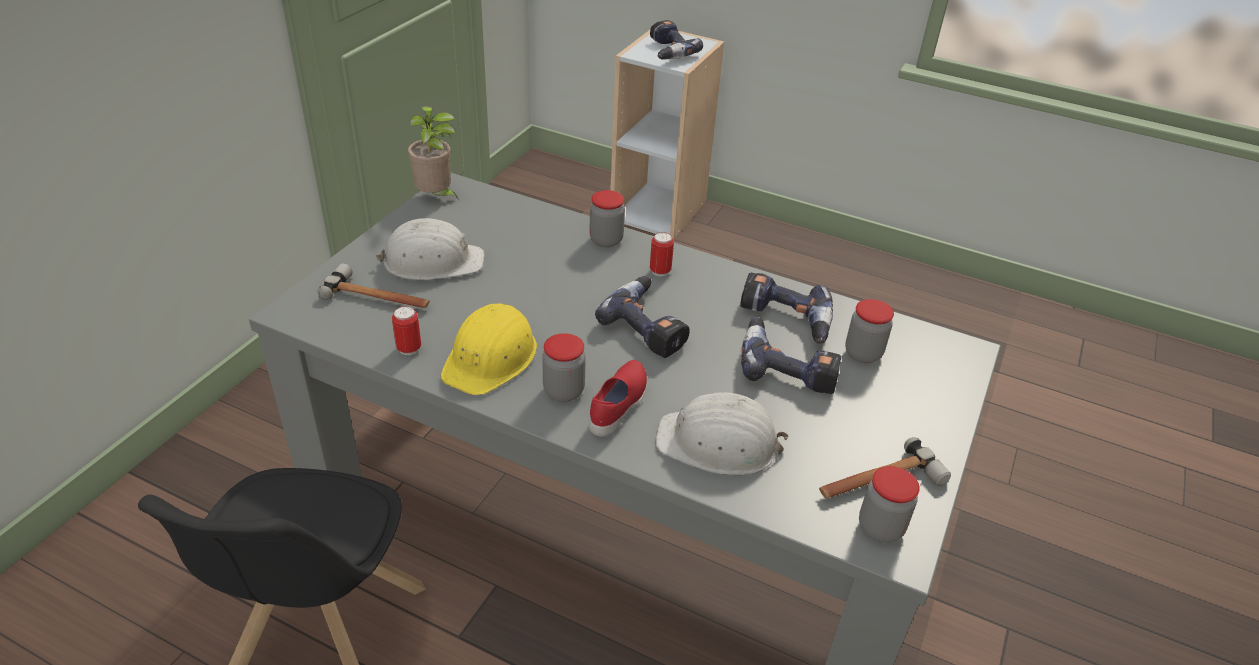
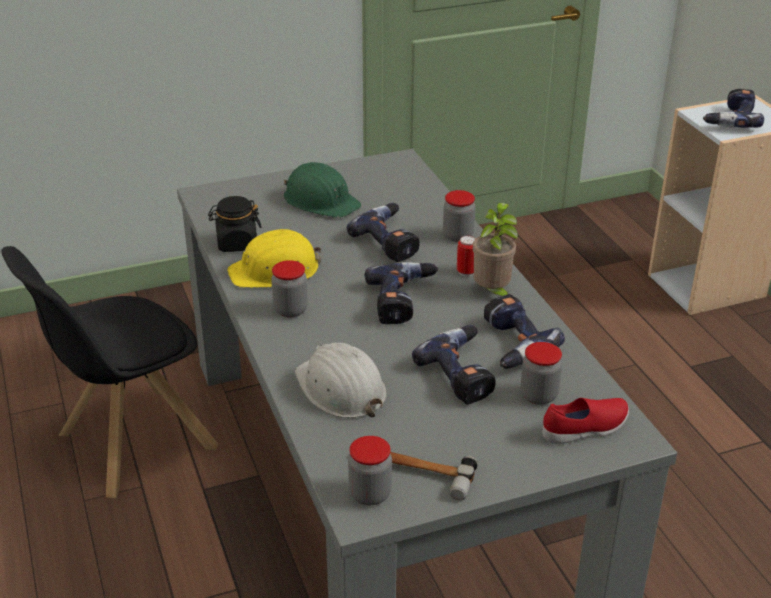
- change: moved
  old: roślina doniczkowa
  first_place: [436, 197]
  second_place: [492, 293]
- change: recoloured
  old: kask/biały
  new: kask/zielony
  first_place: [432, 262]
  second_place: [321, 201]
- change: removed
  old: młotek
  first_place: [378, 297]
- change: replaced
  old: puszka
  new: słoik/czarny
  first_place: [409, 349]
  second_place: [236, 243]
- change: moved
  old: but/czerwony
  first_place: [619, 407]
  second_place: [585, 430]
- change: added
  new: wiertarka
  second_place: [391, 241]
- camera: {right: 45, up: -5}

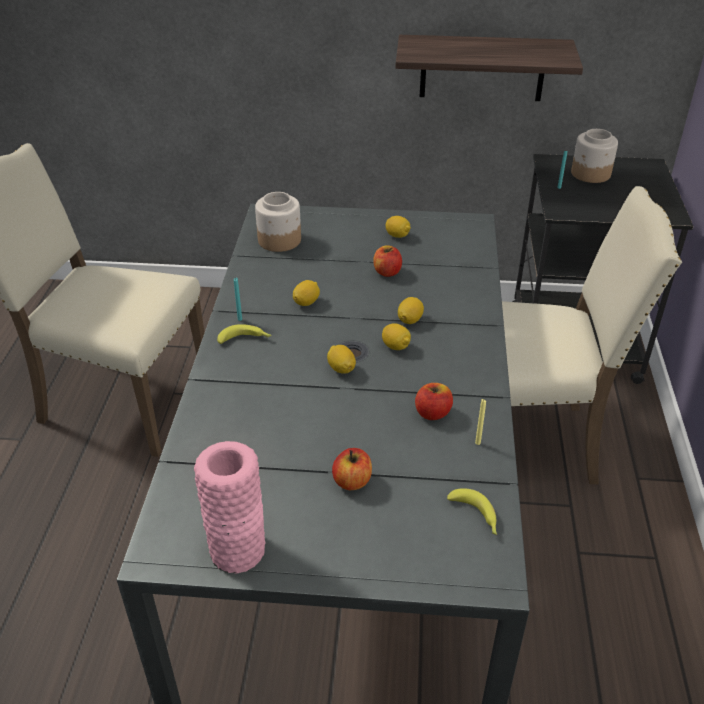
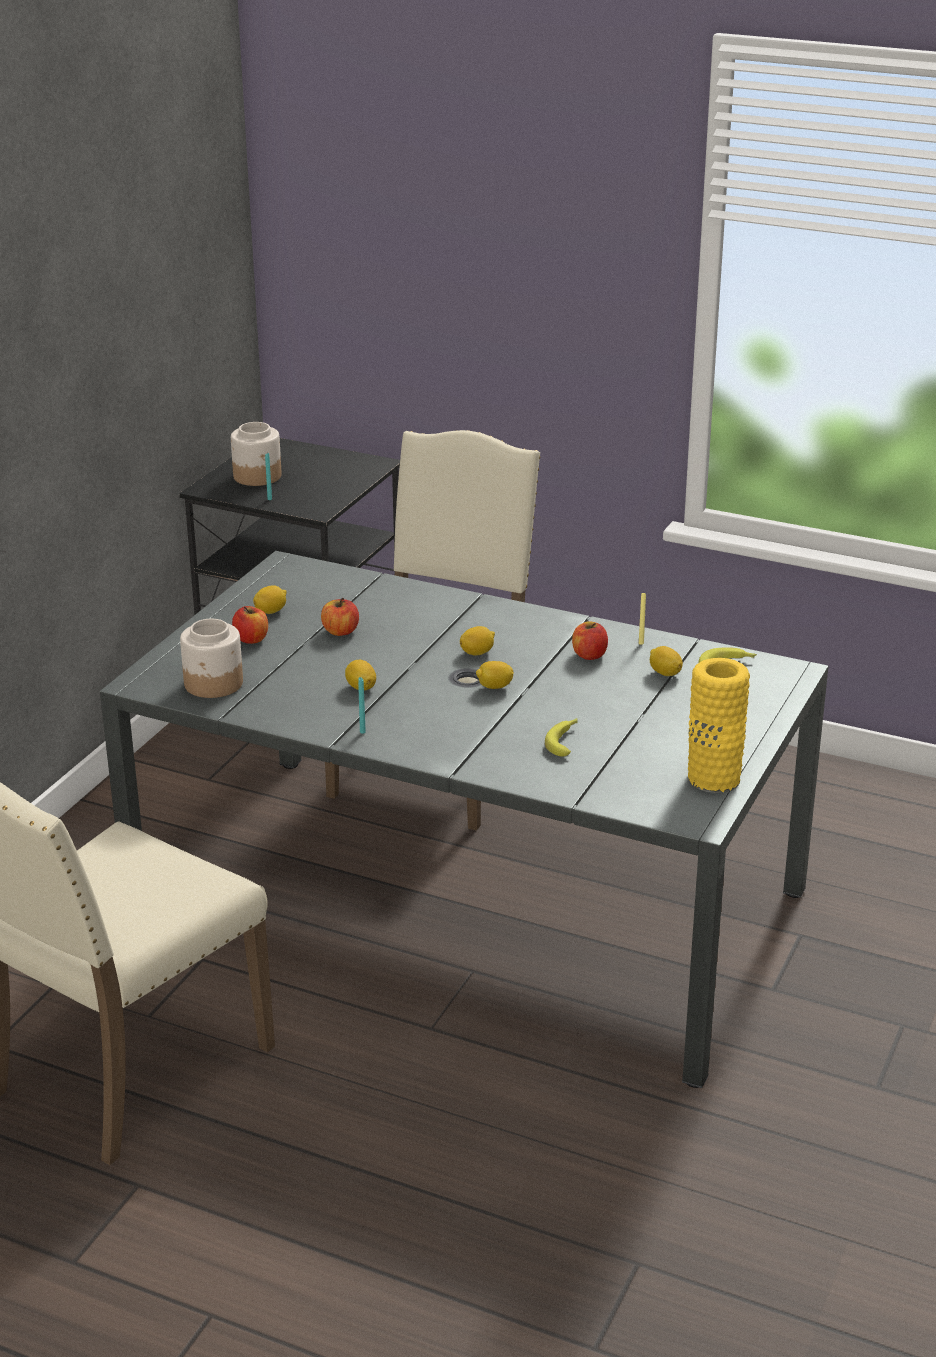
- change: removed
  old: półka
  first_place: [482, 68]
- change: moved
  old: cytryna
  first_place: [410, 320]
  second_place: [665, 673]
- change: moved
  old: banan
  first_place: [245, 339]
  second_place: [565, 741]
- change: recoloured
  old: wazon/różowy
  new: wazon/żółty
  first_place: [238, 550]
  second_place: [713, 778]
- change: moved
  old: jabłko
  first_place: [352, 481]
  second_place: [251, 639]
- camera: {right: -70, up: -10}

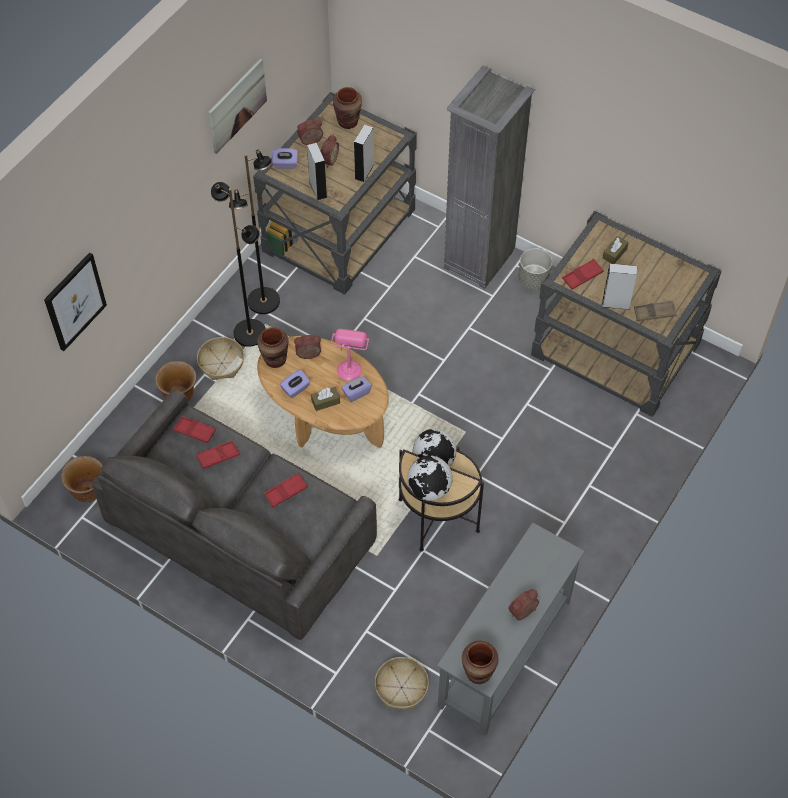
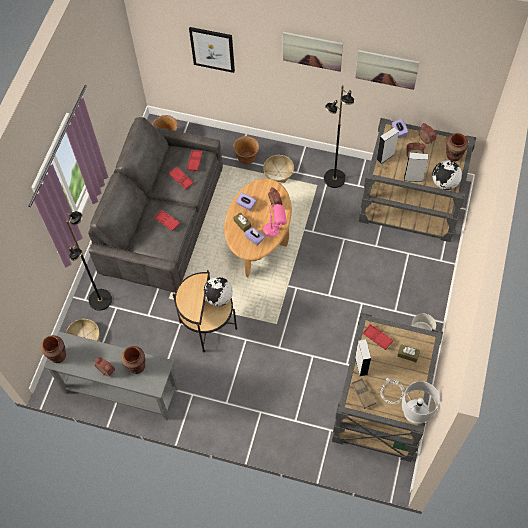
- change: removed
  old: szafka/szary
  first_place: [479, 260]
- change: moved
  old: lampa stojąca/czarny
  first_place: [250, 332]
  second_place: [101, 300]
- change: moved
  old: wazon/brązowy
  first_place: [275, 359]
  second_place: [136, 366]
- change: moved
  old: globus
  first_place: [429, 489]
  second_place: [444, 183]
- change: added
  new: obraz
  second_place: [312, 51]
- change: added
  new: lampa stołowa/biały
  second_place: [406, 405]
- camera: {right: 75, up: 5}

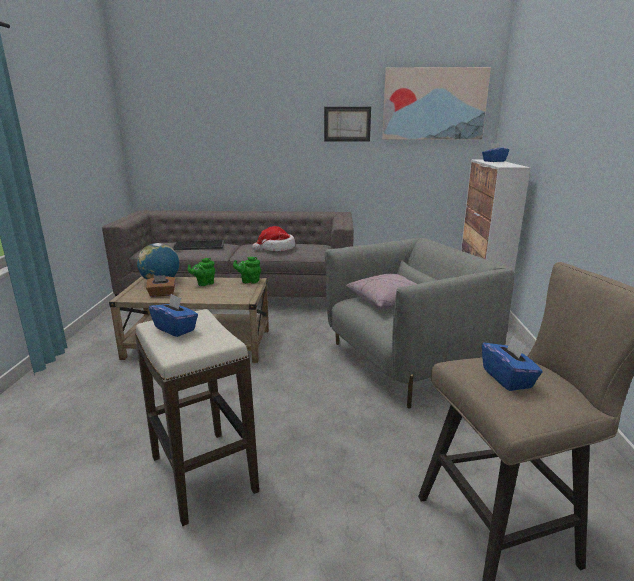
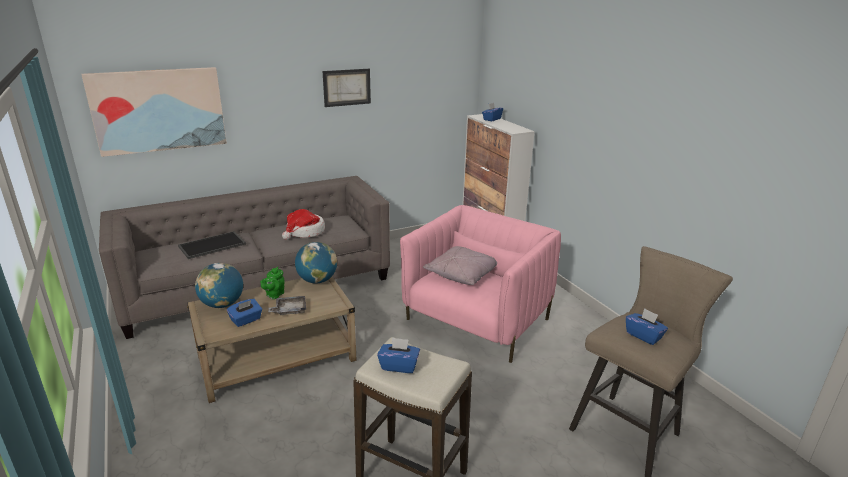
- change: moved
  old: obraz
  first_place: [434, 104]
  second_place: [159, 110]
- change: recoloured
  old: fotel/szary
  new: fotel/różowy
  first_place: [406, 362]
  second_place: [477, 320]
- change: replaced
  old: imbryk/zielony
  new: globus
  first_place: [249, 281]
  second_place: [317, 280]
- change: recoloured
  old: pudełko chusteczek/brązowy
  new: pudełko chusteczek/niebieski
  first_place: [162, 294]
  second_place: [246, 320]
- change: added
  new: taca/szary
  second_place: [289, 310]
- camera: {right: -30, up: 5}

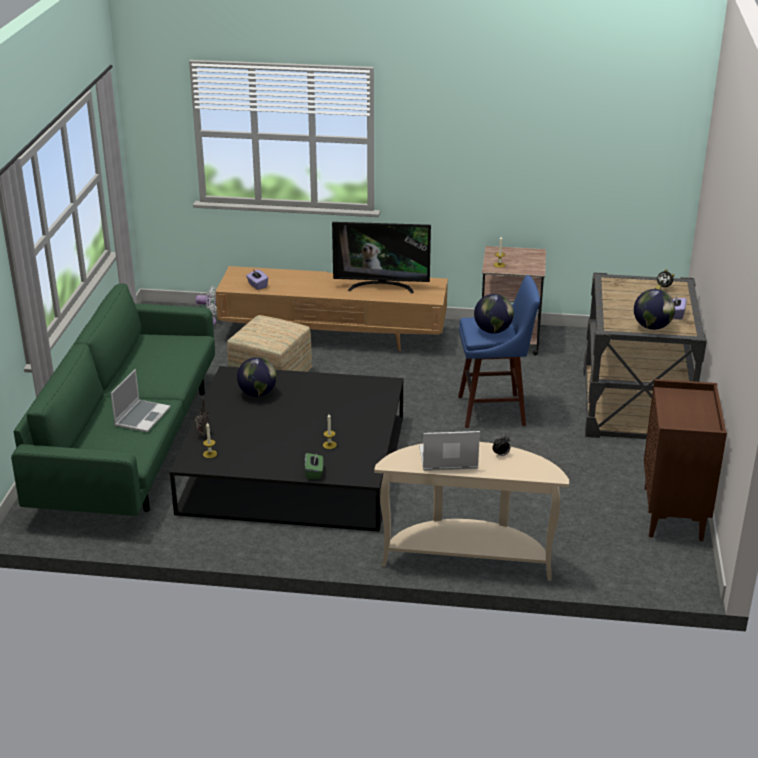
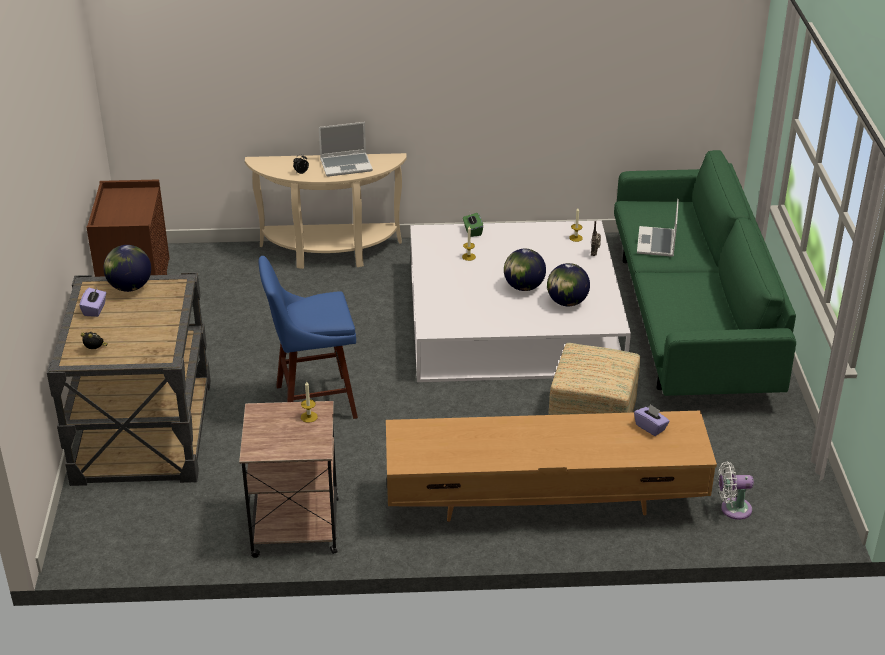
- change: removed
  old: telewizor
  first_place: [381, 286]
- change: moved
  old: globus
  first_place: [493, 331]
  second_place: [524, 287]
- change: recoloured
  old: ława/czarny
  new: ława/biały
  first_place: [294, 463]
  second_place: [513, 318]
- camera: {right: 170, up: 5}

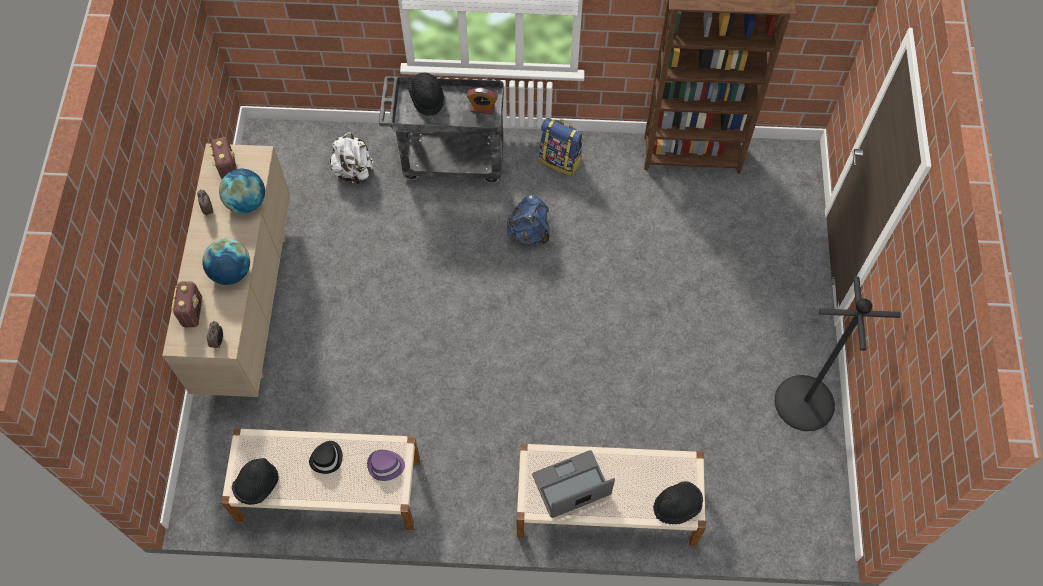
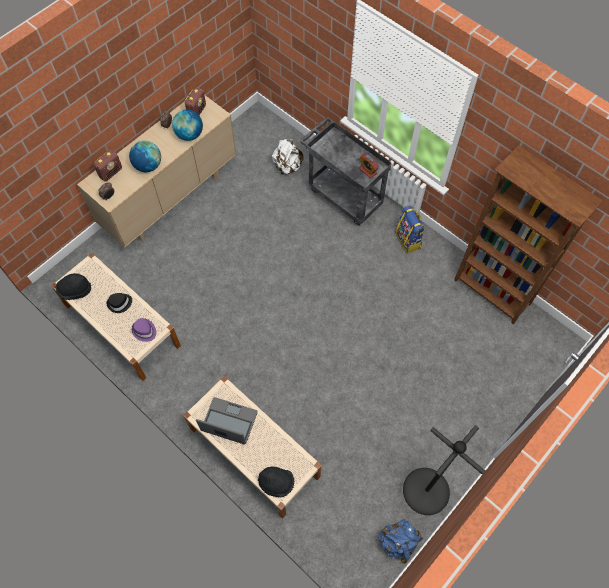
- change: removed
  old: kapelusz/czarny
  first_place: [427, 99]
- change: moved
  old: plecak/niebieski
  first_place: [529, 232]
  second_place: [398, 542]
- camera: {right: 40, up: 0}

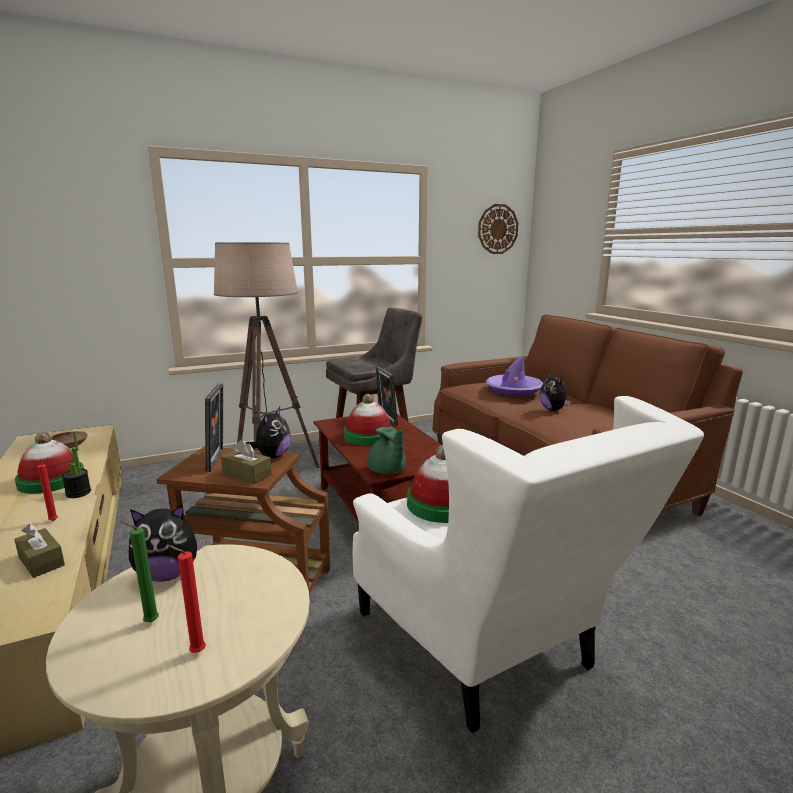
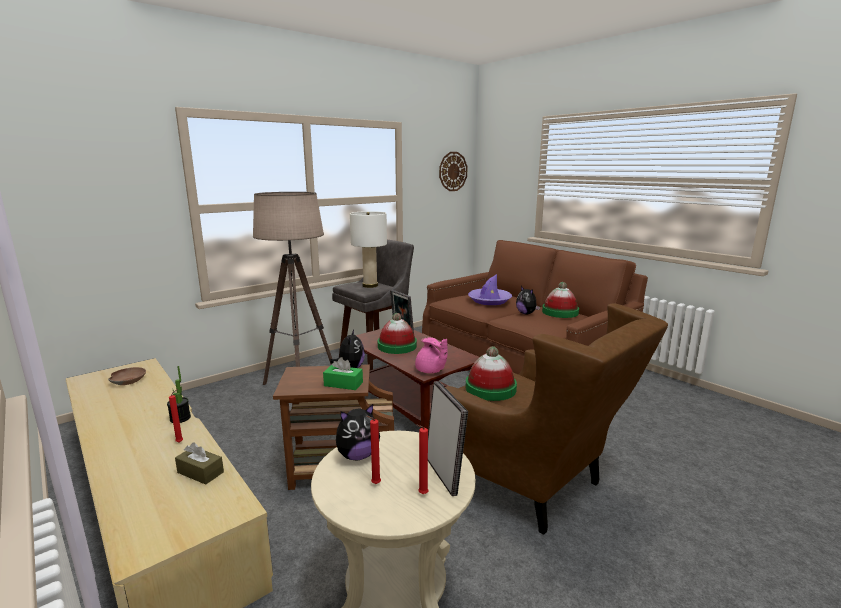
- change: moved
  old: ramka na zdjęcie
  first_place: [218, 460]
  second_place: [444, 474]
- change: recoloured
  old: fotel/biały
  new: fotel/brązowy
  first_place: [490, 648]
  second_place: [531, 484]
- change: recoloured
  old: imbryk/zielony
  new: imbryk/różowy
  first_place: [387, 471]
  second_place: [430, 371]
- change: moved
  old: kapelusz
  first_place: [52, 480]
  second_place: [560, 312]
- change: recoloured
  old: pudełko chusteczek/brązowy
  new: pudełko chusteczek/zielony
  first_place: [247, 474]
  second_place: [343, 384]
- change: recoloured
  old: świeca/zielony
  new: świeca/czerwony
  first_place: [149, 622]
  second_place: [374, 484]
- change: added
  new: lampa stołowa/biały
  second_place: [370, 285]
- camera: {right: -15, up: 0}

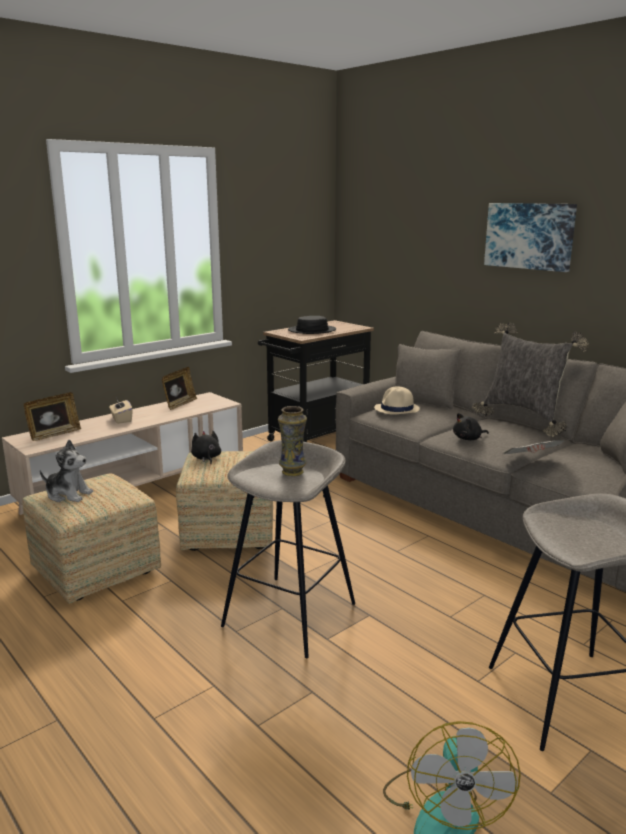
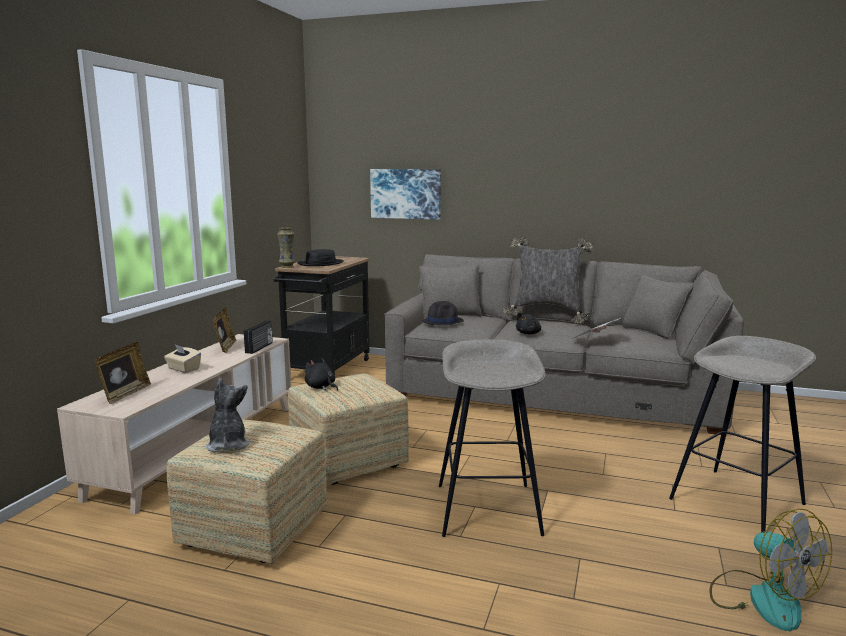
- change: moved
  old: obraz
  first_place: [529, 236]
  second_place: [406, 193]
- change: recoloured
  old: kapelusz/beżowy
  new: kapelusz/czarny
  first_place: [397, 409]
  second_place: [443, 321]
- change: moved
  old: wazon
  first_place: [292, 472]
  second_place: [287, 267]
- change: turned
  old: pluszak
  first_place: [68, 494]
  second_place: [228, 444]
  degrees: -90
- change: added
  new: radio
  second_place: [260, 348]
- camera: {right: -30, up: -5}

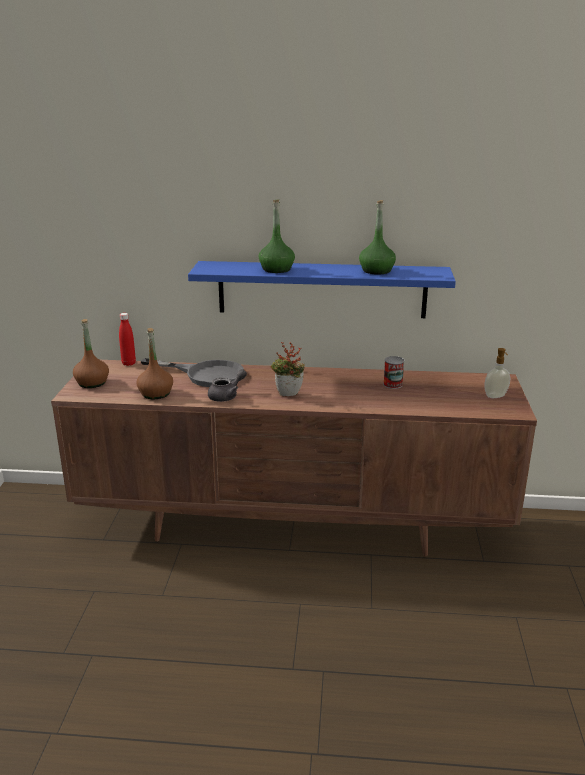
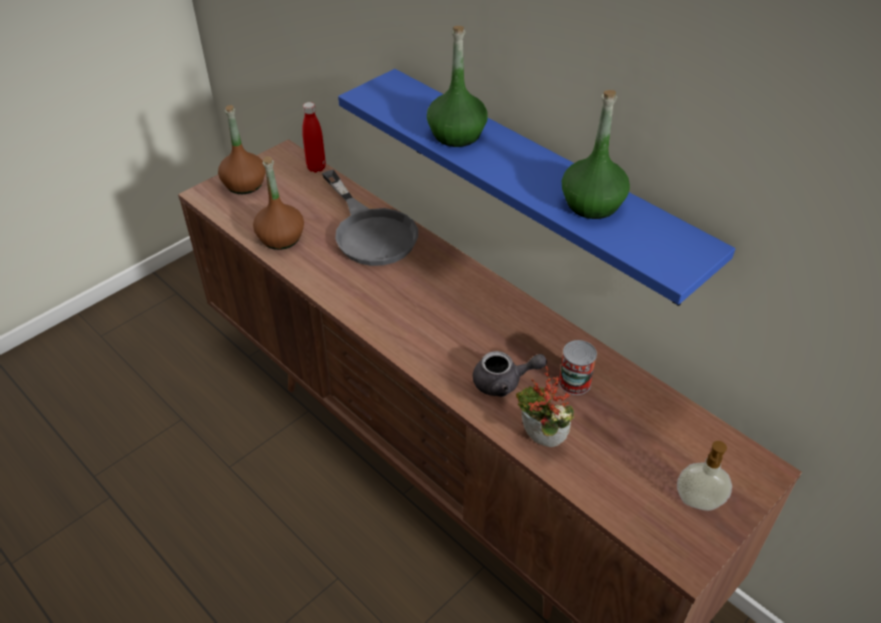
- change: moved
  old: roślina doniczkowa
  first_place: [288, 395]
  second_place: [539, 442]
- change: moved
  old: imbryk/szary
  first_place: [227, 396]
  second_place: [504, 382]
- camera: {right: 40, up: 20}

